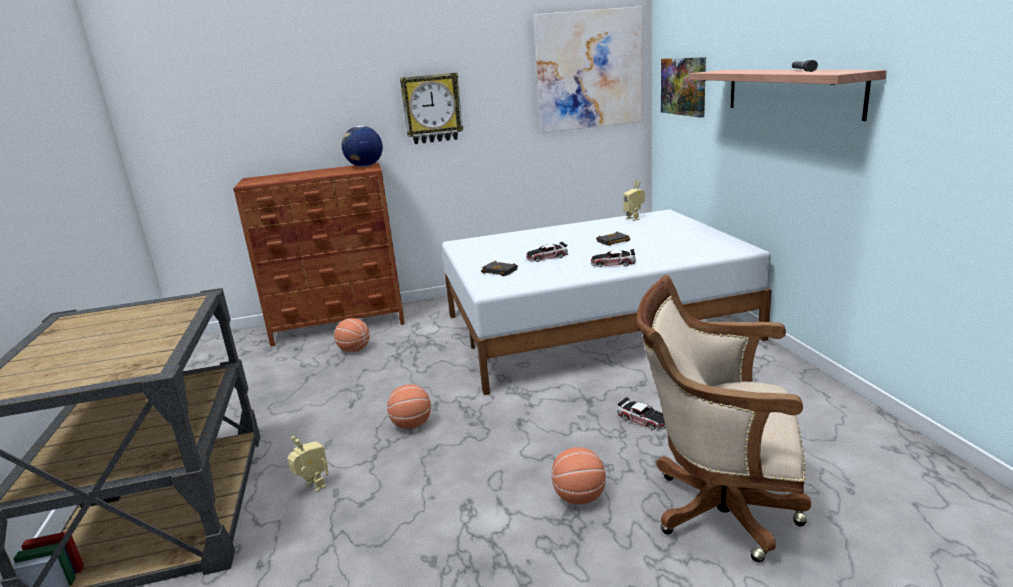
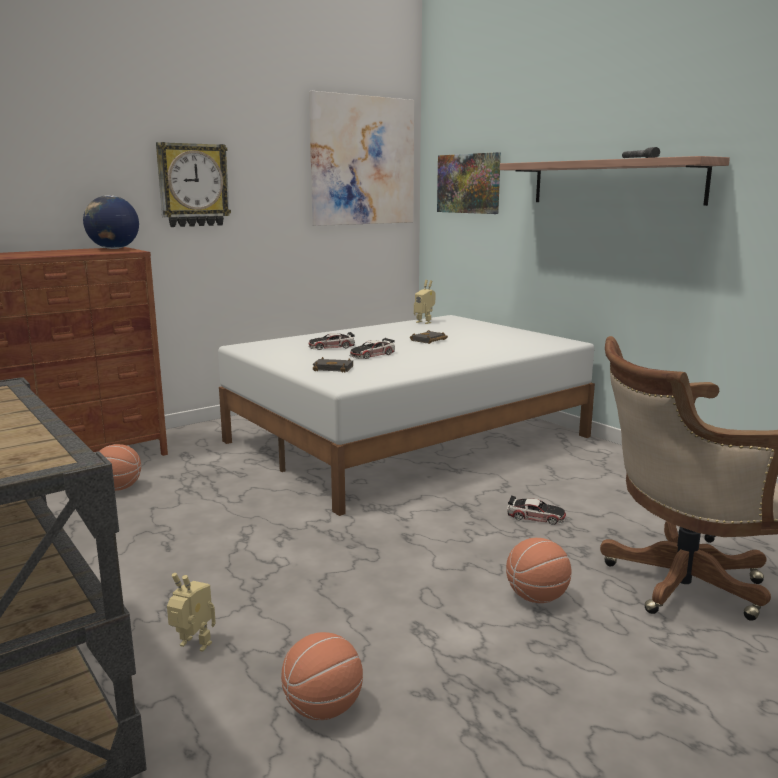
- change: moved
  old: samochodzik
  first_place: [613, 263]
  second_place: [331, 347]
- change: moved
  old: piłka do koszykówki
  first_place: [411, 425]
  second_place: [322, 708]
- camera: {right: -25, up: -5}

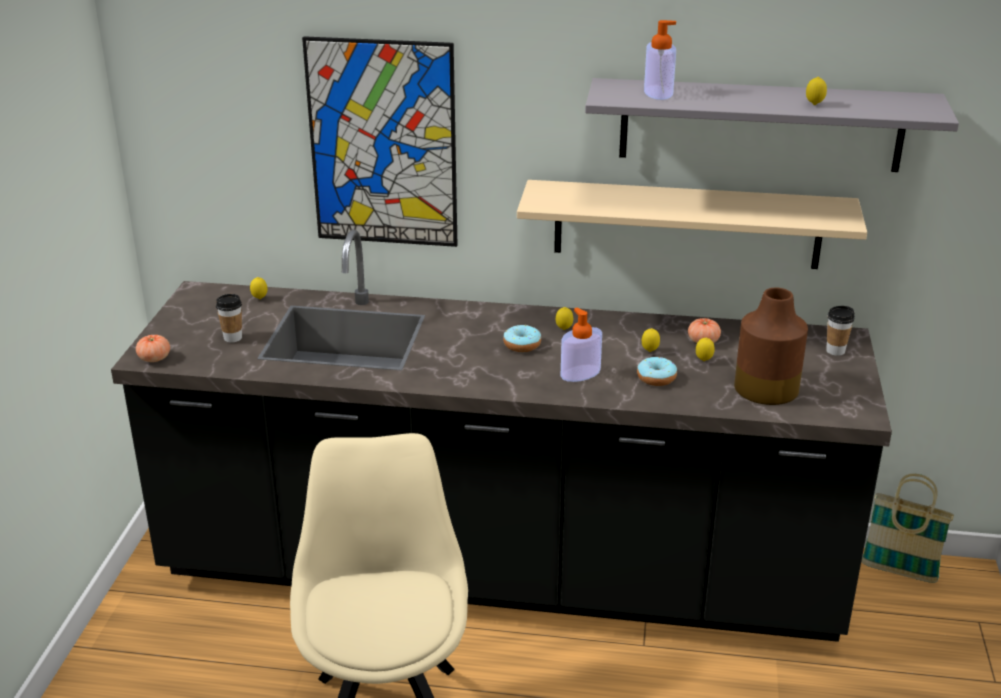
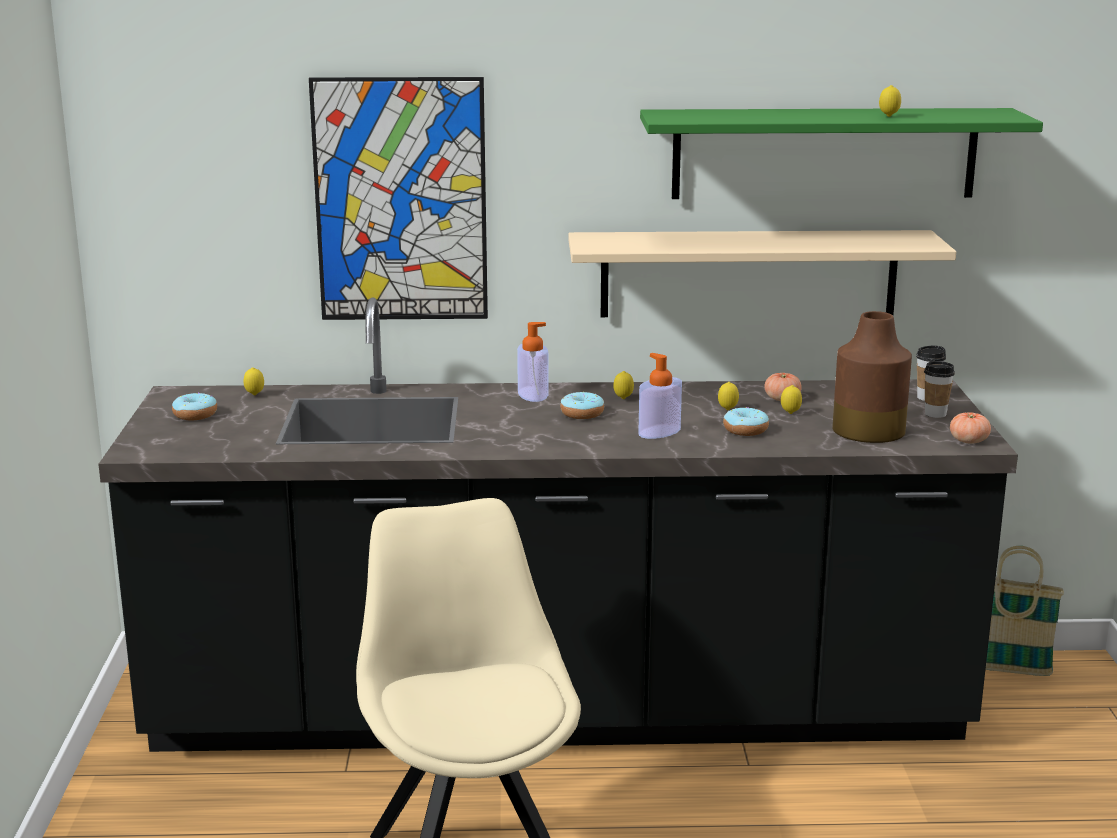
- change: moved
  old: dozownik mydła
  first_place: [658, 93]
  second_place: [533, 394]
- change: recoloured
  old: półka/szary
  new: półka/zielony
  first_place: [760, 125]
  second_place: [824, 153]
- change: moved
  old: filiżanka
  first_place: [233, 338]
  second_place: [935, 414]
- change: moved
  old: pomidor
  first_place: [154, 358]
  second_place: [968, 441]
- change: added
  new: donut
  second_place: [195, 415]
- camera: {right: -10, up: -10}

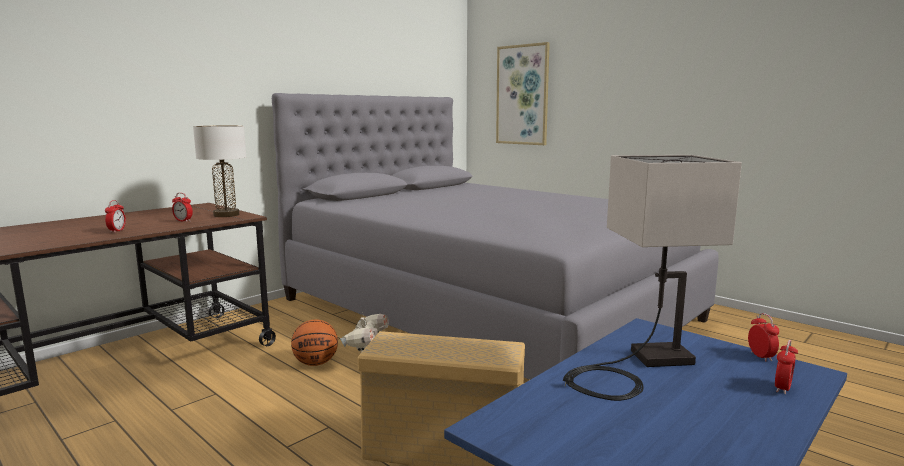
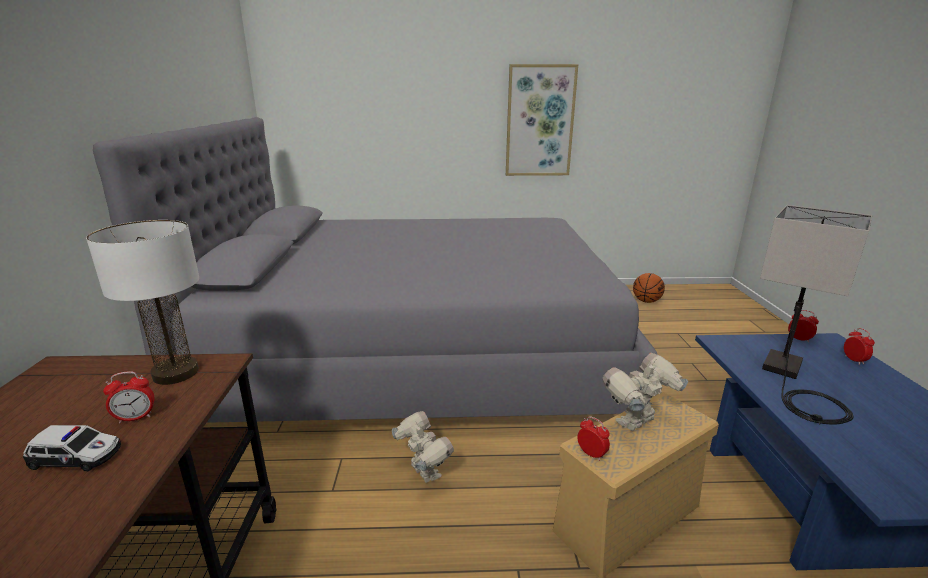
- change: moved
  old: obraz
  first_place: [522, 95]
  second_place: [540, 121]
- change: moved
  old: budzik
  first_place: [117, 231]
  second_place: [591, 454]
- change: moved
  old: piłka do koszykówki
  first_place: [315, 363]
  second_place: [646, 301]
- change: added
  new: robot zabawkowy
  second_place: [637, 423]
- change: added
  new: samochodzik
  second_place: [77, 457]
- camera: {right: -45, up: 10}

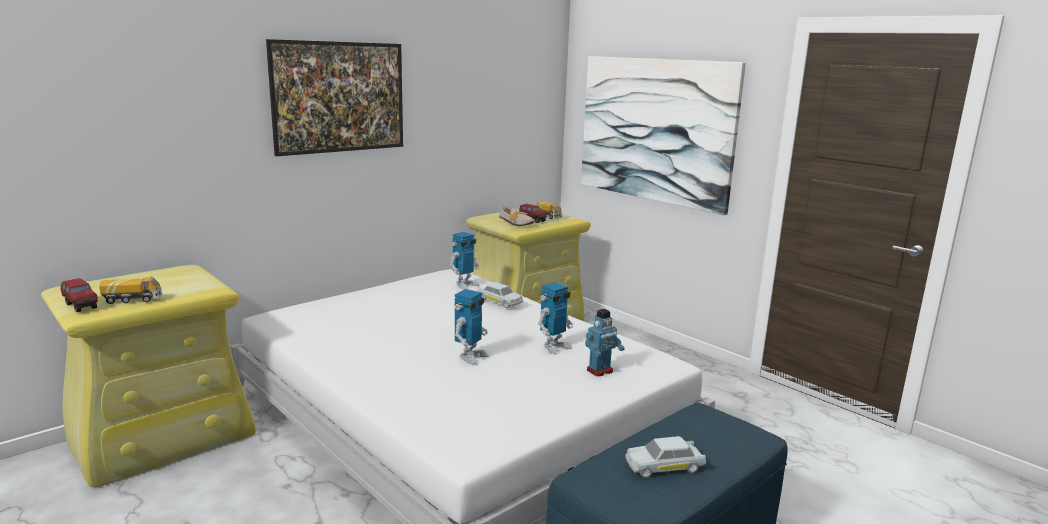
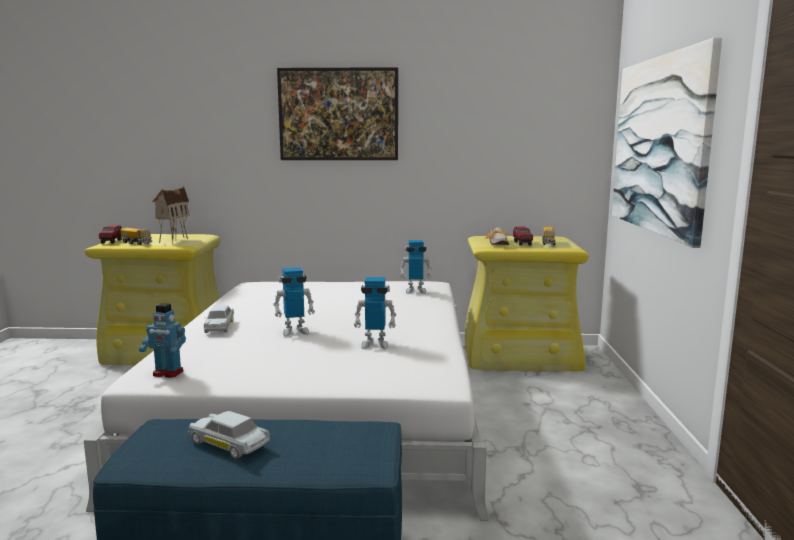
- change: moved
  old: samochodzik/biały
  first_place: [499, 301]
  second_place: [219, 326]
- change: moved
  old: robot zabawkowy
  first_place: [600, 371]
  second_place: [167, 373]
- change: added
  new: domek
  second_place: [173, 240]
- camera: {right: 45, up: -5}

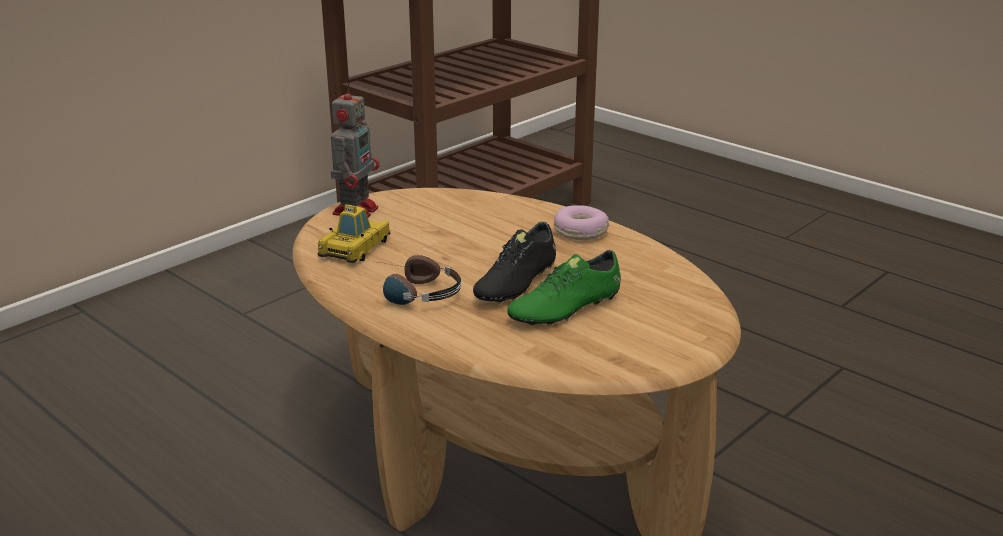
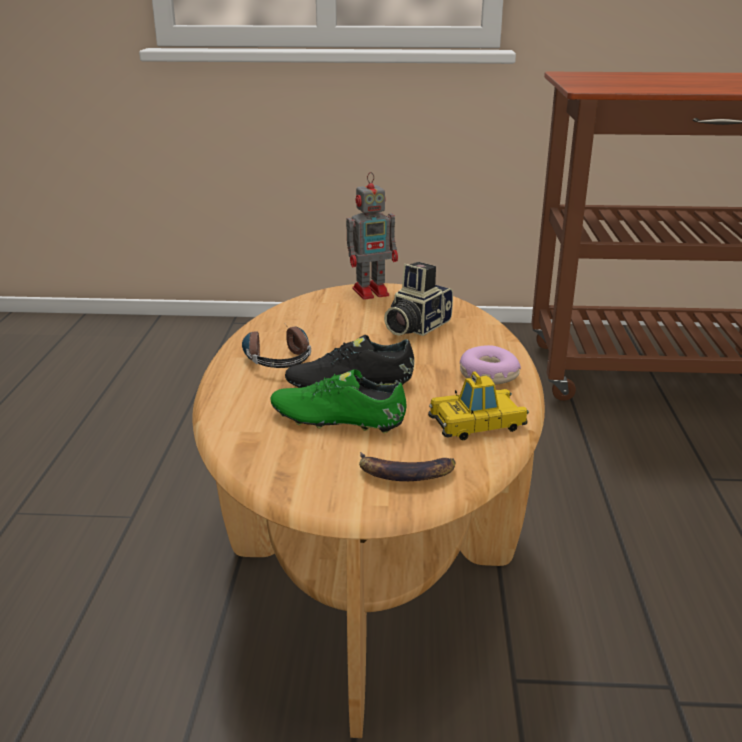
- change: moved
  old: samochodzik
  first_place: [355, 248]
  second_place: [477, 423]
- change: added
  new: aparat fotograficzny
  second_place: [415, 326]
- change: added
  new: banan
  second_place: [405, 472]
- camera: {right: 50, up: 0}

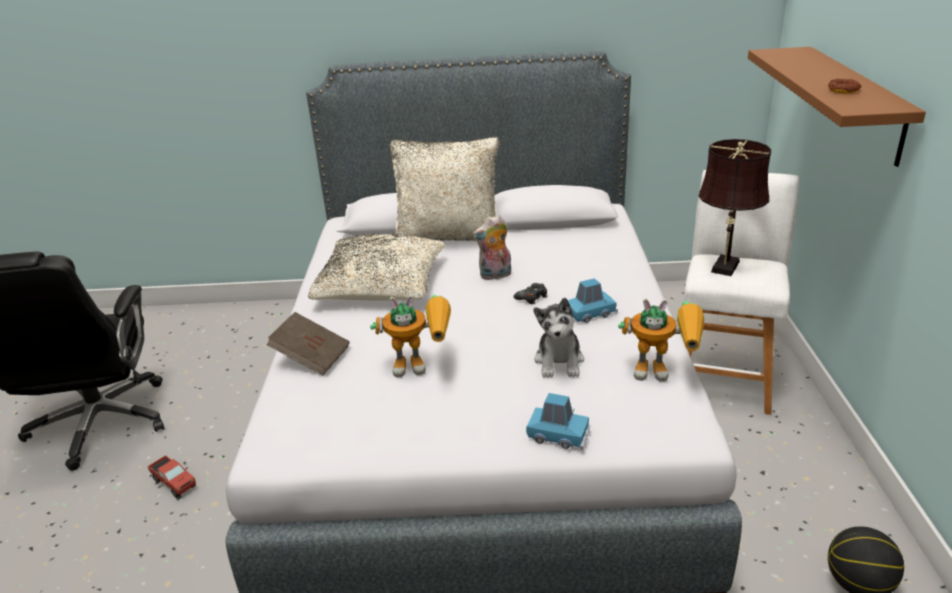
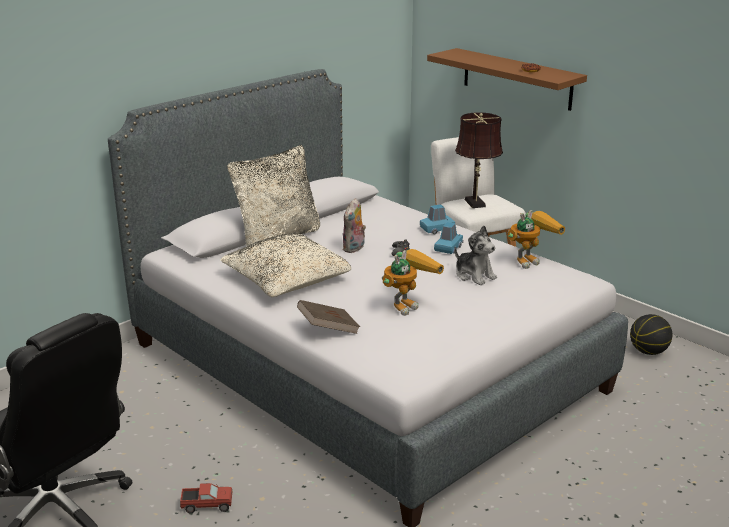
- change: moved
  old: samochodzik/niebieski
  first_place: [558, 435]
  second_place: [437, 229]
- camera: {right: -45, up: -5}

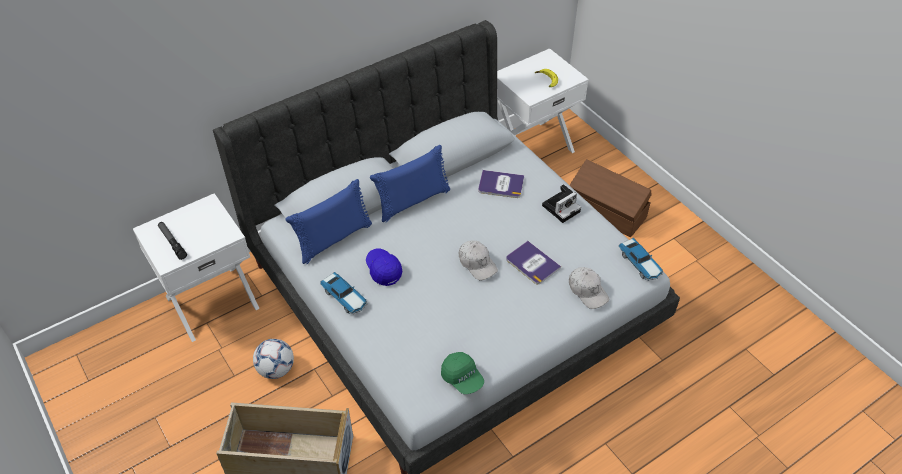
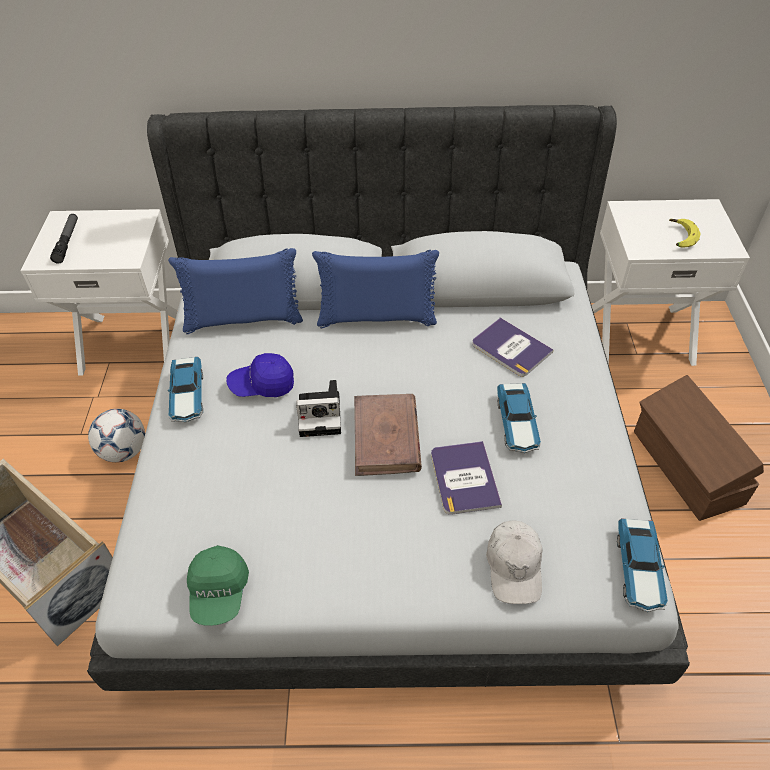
- change: moved
  old: aparat fotograficzny
  first_place: [561, 207]
  second_place: [322, 414]
- change: replaced
  old: czapka z daszkiem/biały
  new: książka/brązowy
  first_place: [477, 263]
  second_place: [386, 438]
- change: turned
  old: czapka z daszkiem/niebieski
  first_place: [383, 270]
  second_place: [262, 385]
  degrees: -105
- change: added
  new: samochodzik
  second_place: [517, 424]
- camera: {right: 35, up: 0}

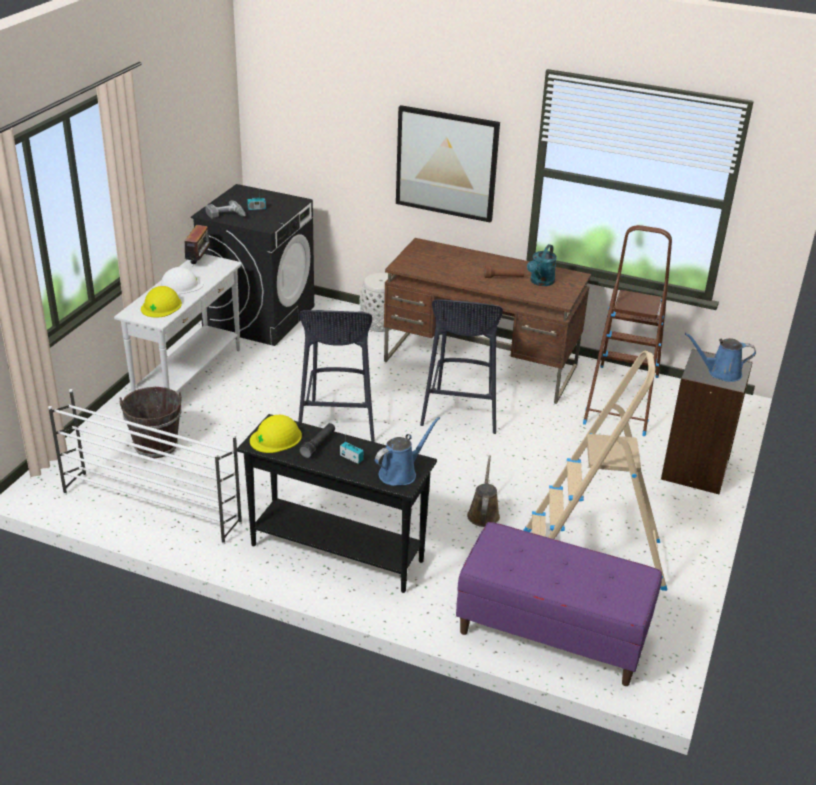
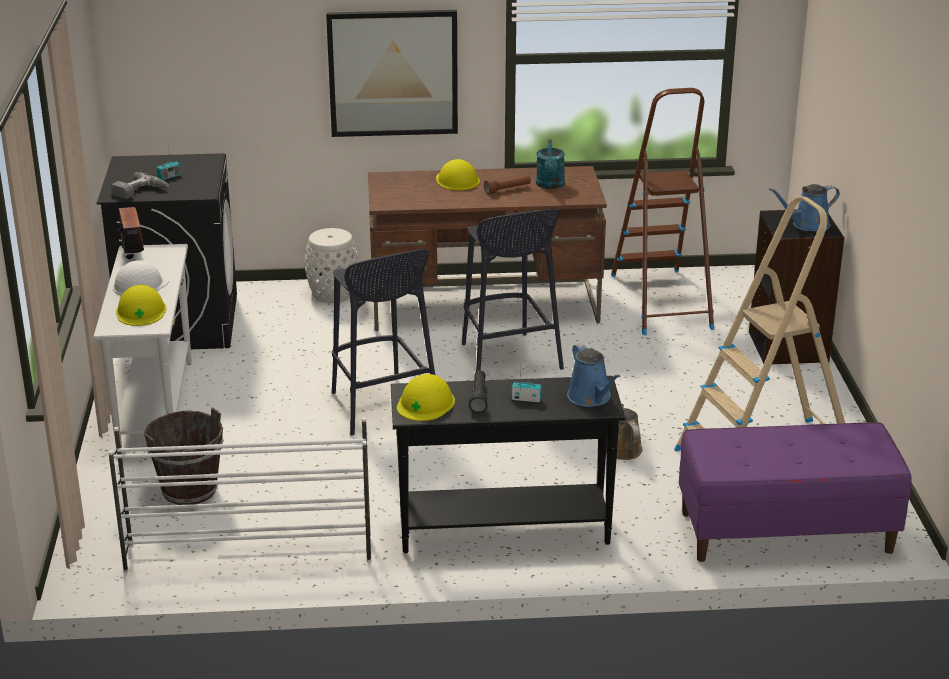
- change: turned
  old: konewka/niebieski
  first_place: [400, 473]
  second_place: [591, 398]
  degrees: 135
- change: added
  new: kask/żółty
  second_place: [457, 180]
- camera: {right: -25, up: -5}

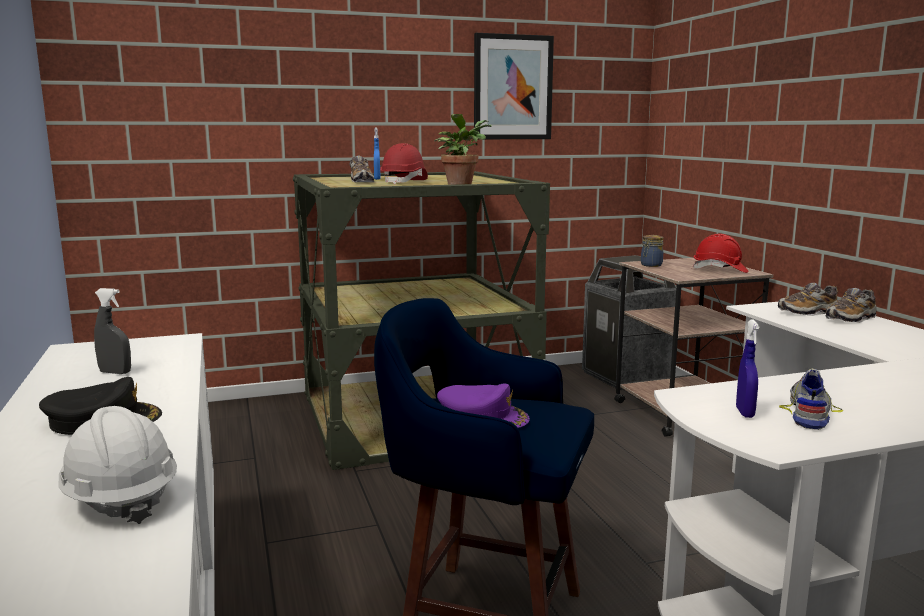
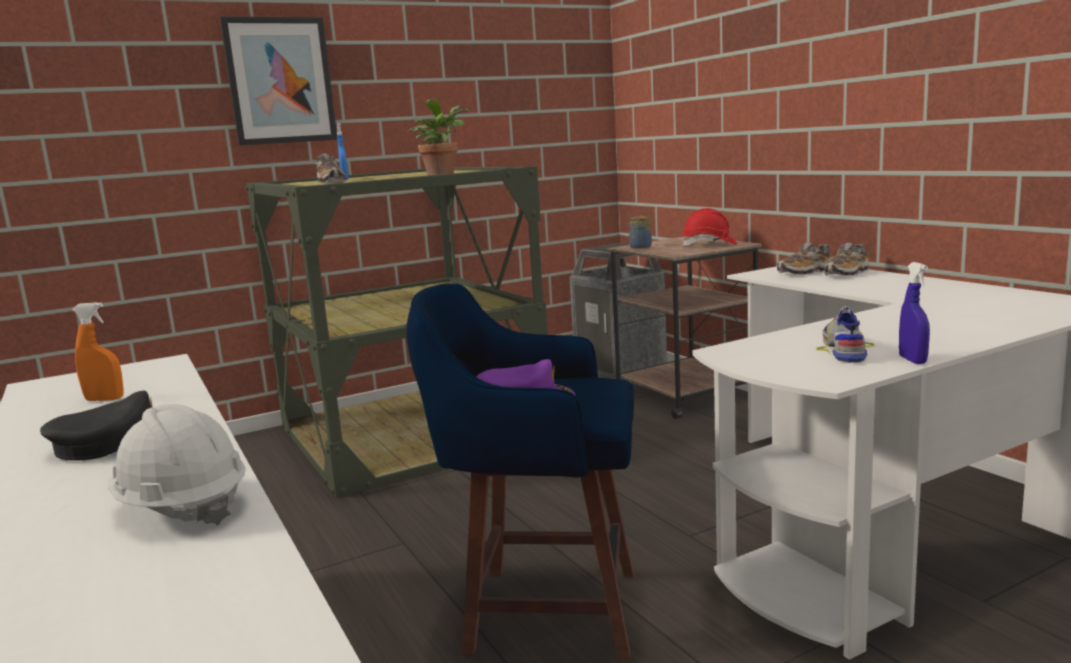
- change: moved
  old: obraz
  first_place: [512, 87]
  second_place: [280, 81]
- change: removed
  old: kask/czerwony
  first_place: [405, 182]
- change: recoloured
  old: spryskiwacz/szary
  new: spryskiwacz/pomarańczowy
  first_place: [115, 372]
  second_place: [104, 399]
- change: moved
  old: spryskiwacz/niebieski
  first_place: [745, 412]
  second_place: [912, 360]
- camera: {right: -10, up: 0}

